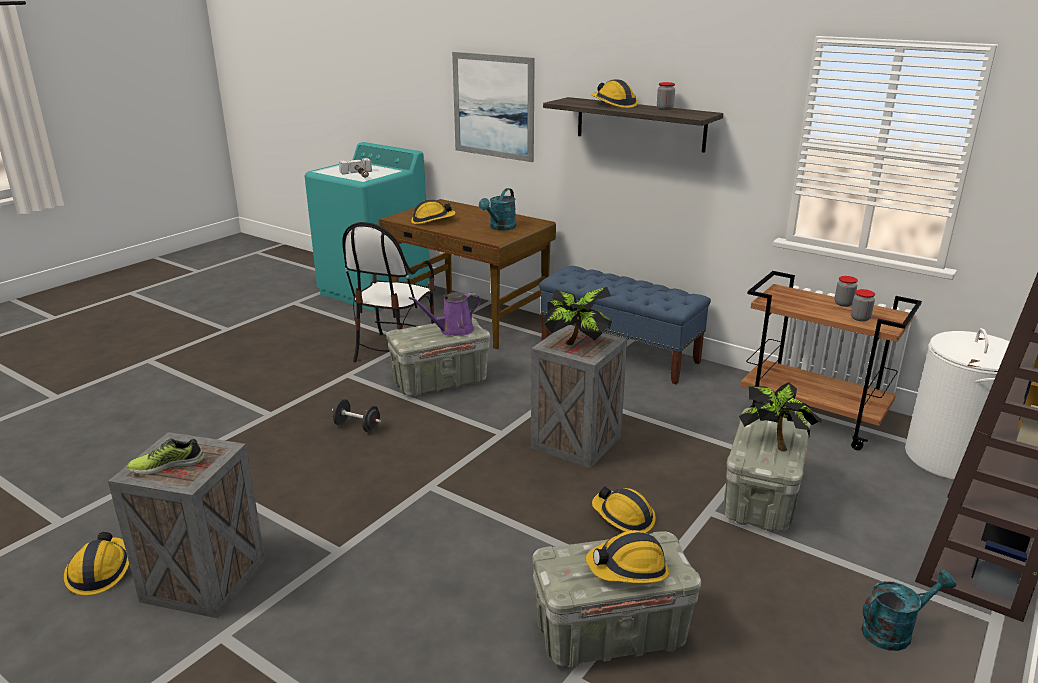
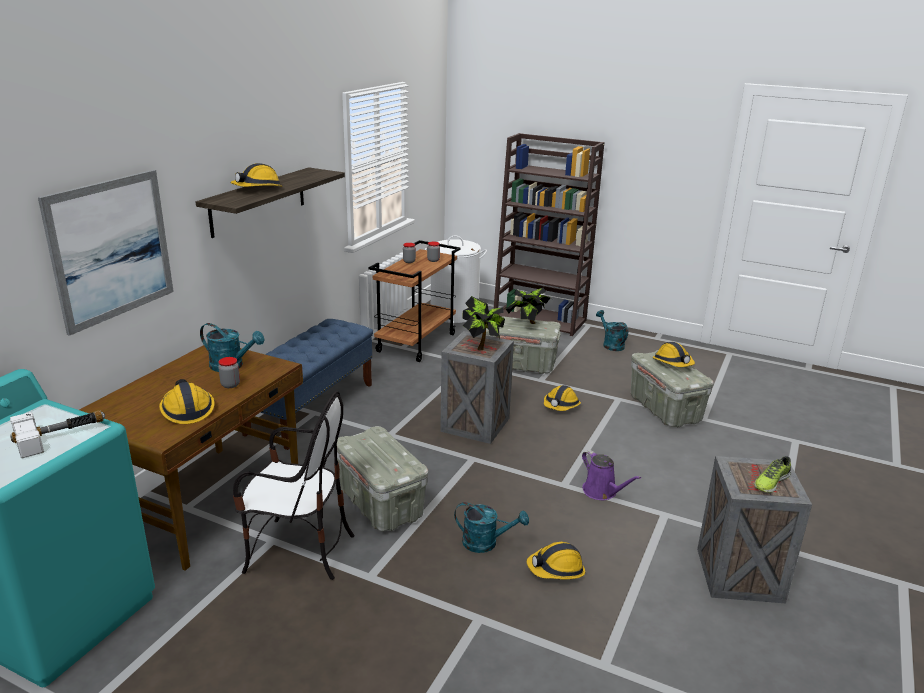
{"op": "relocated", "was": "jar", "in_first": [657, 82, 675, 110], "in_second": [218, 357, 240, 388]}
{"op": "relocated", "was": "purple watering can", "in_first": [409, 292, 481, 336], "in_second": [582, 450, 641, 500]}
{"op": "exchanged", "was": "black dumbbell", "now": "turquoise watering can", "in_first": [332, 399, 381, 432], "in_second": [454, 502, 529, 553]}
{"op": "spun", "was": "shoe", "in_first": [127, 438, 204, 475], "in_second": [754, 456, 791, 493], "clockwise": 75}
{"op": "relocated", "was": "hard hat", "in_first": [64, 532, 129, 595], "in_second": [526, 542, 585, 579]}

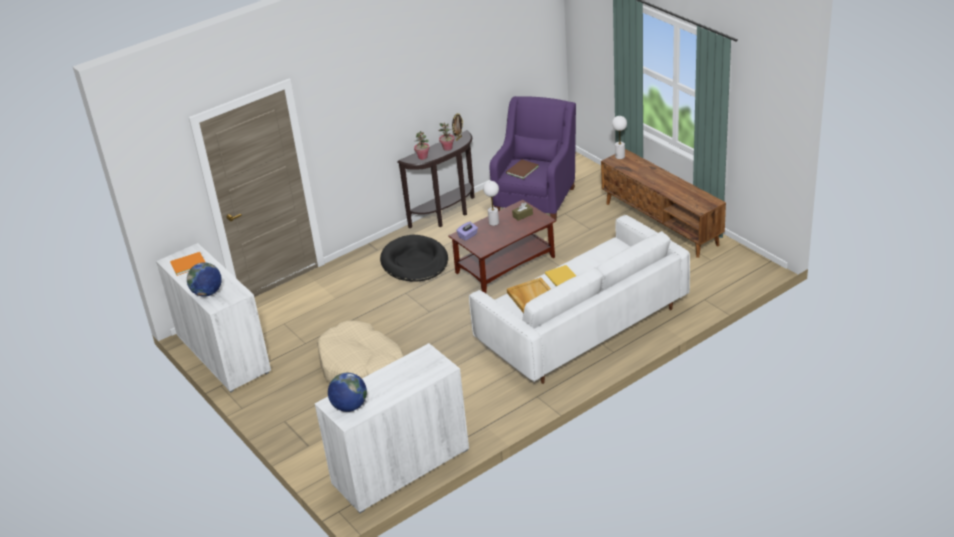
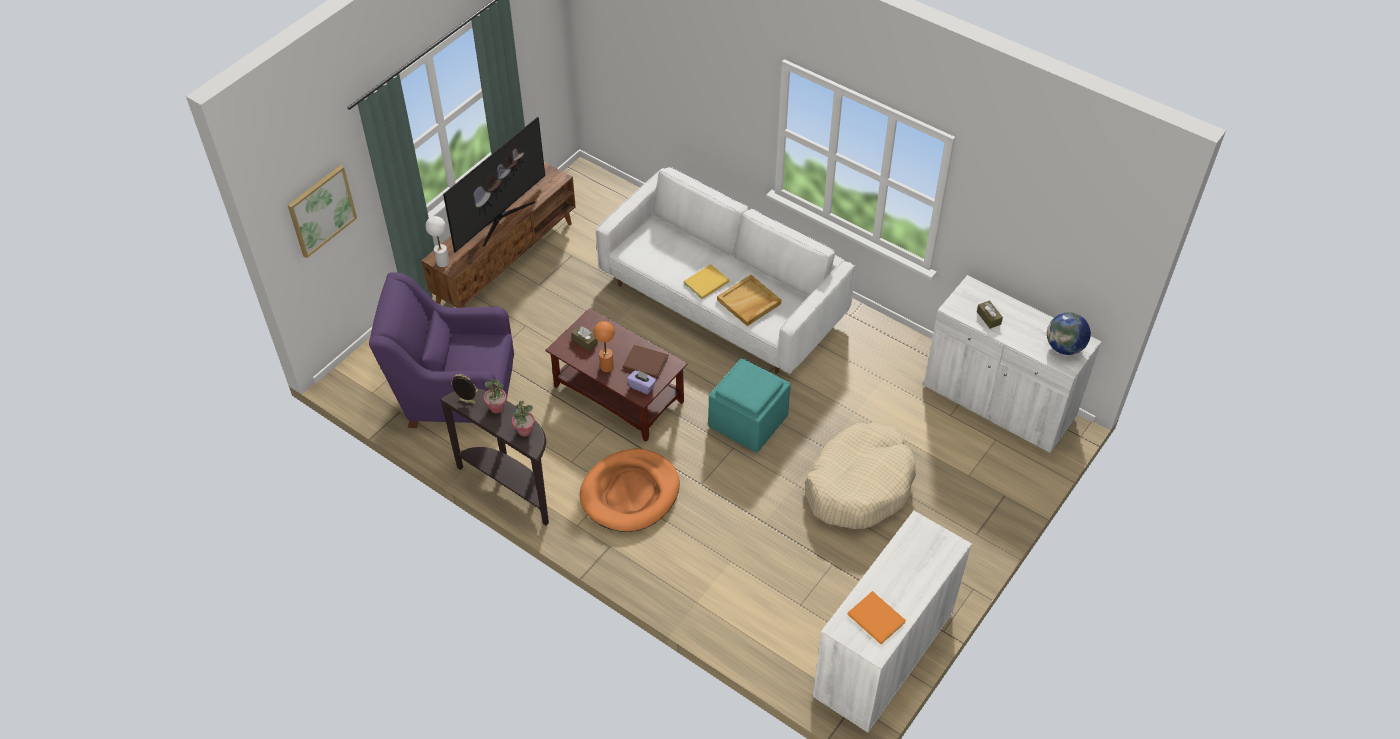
{"op": "relocated", "was": "brown book", "in_first": [506, 159, 539, 179], "in_second": [623, 345, 669, 378]}
{"op": "colour", "was": "white table lamp", "now": "orange table lamp", "in_first": [483, 181, 499, 226], "in_second": [593, 321, 615, 372]}
{"op": "colour", "was": "black dog bed", "now": "orange dog bed", "in_first": [380, 235, 448, 282], "in_second": [580, 448, 680, 532]}
{"op": "missing", "was": "globe", "in_first": [187, 262, 222, 297]}
{"op": "appeared", "now": "television", "in_second": [443, 117, 545, 252]}
{"op": "appeared", "now": "picture", "in_second": [288, 165, 357, 258]}
{"op": "appeared", "now": "brown tissue box", "in_second": [977, 301, 1003, 329]}
{"op": "appeared", "now": "turquoise ottoman", "in_second": [709, 358, 791, 452]}

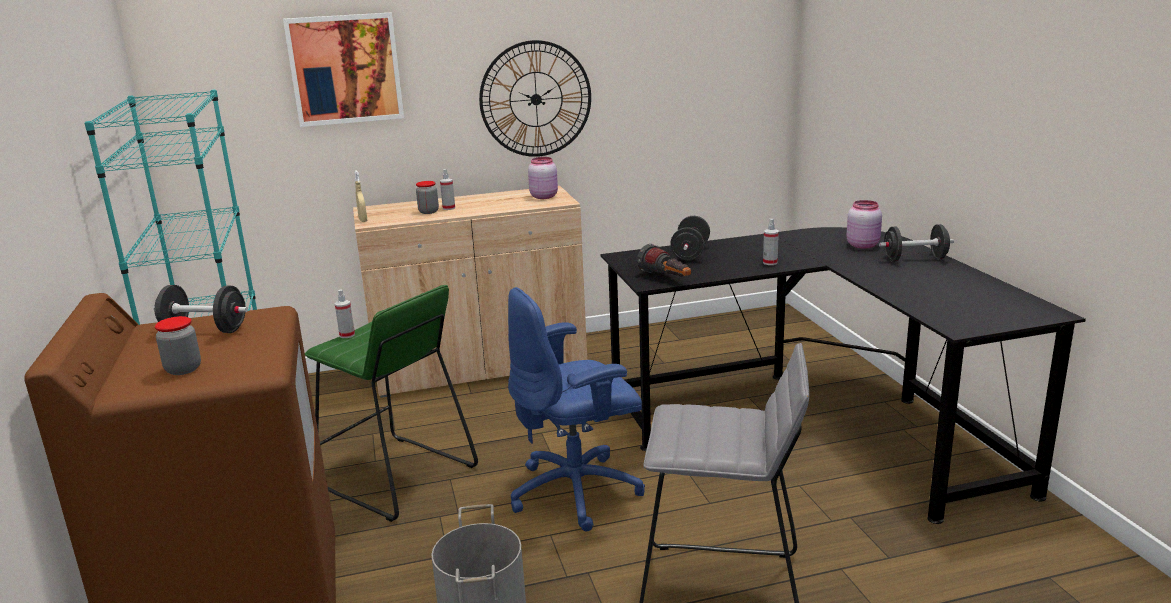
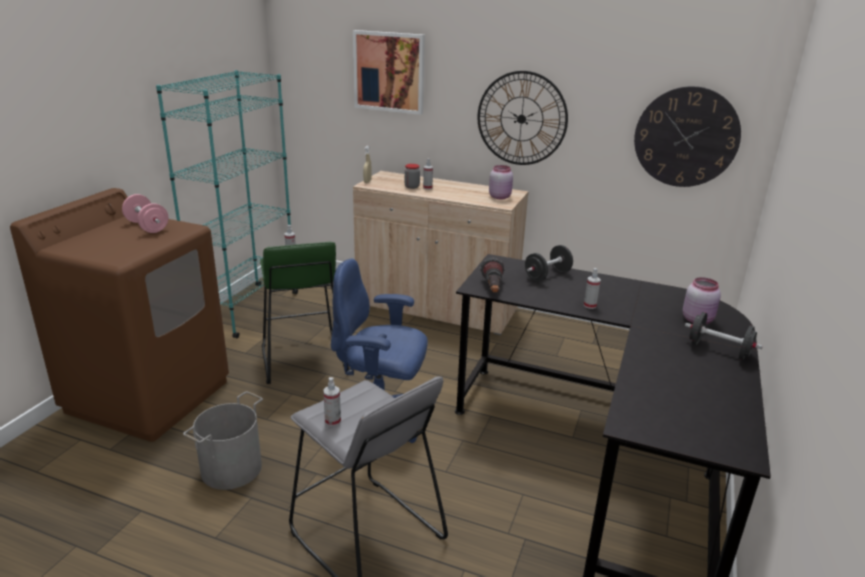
{"op": "colour", "was": "black dumbbell", "now": "pink dumbbell", "in_first": [153, 285, 248, 333], "in_second": [122, 194, 169, 233]}
{"op": "missing", "was": "jar", "in_first": [155, 316, 201, 375]}
{"op": "appeared", "now": "wall clock", "in_second": [634, 86, 741, 187]}
{"op": "appeared", "now": "spray bottle", "in_second": [323, 377, 341, 426]}

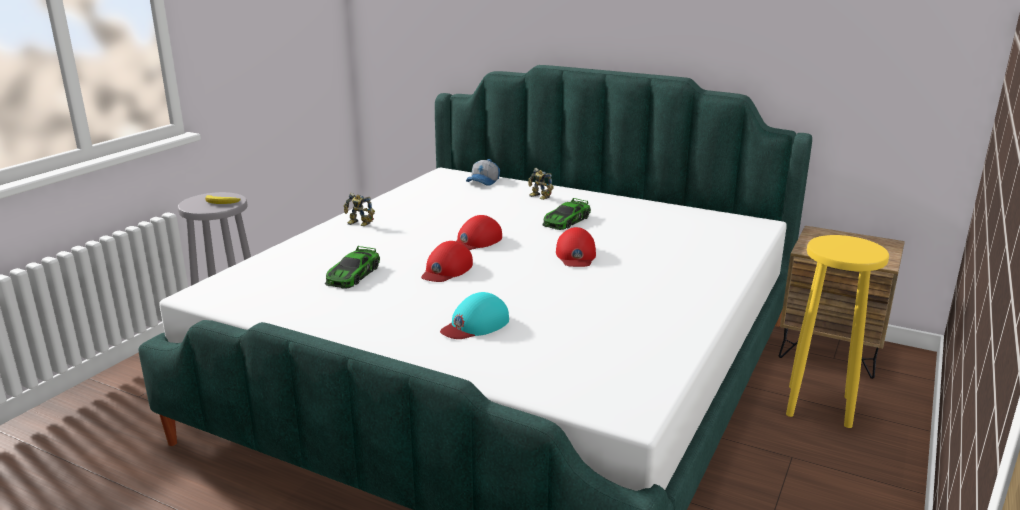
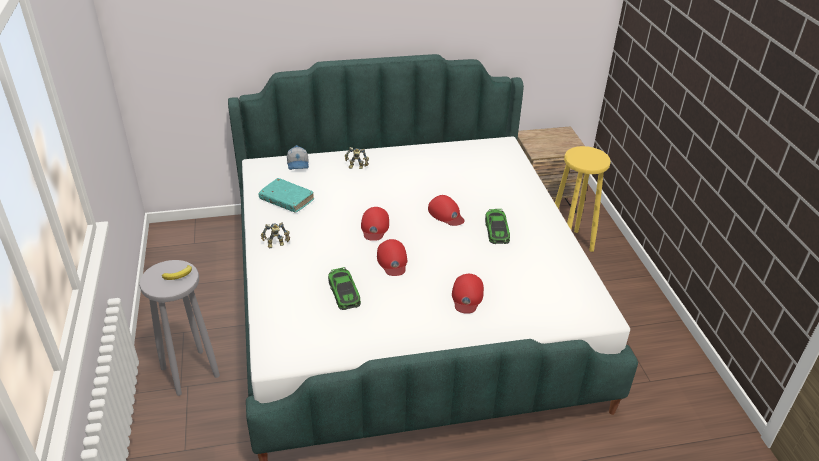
{"op": "relocated", "was": "toy car", "in_first": [542, 198, 591, 230], "in_second": [485, 209, 510, 244]}
{"op": "colour", "was": "turquoise cap", "now": "red cap", "in_first": [440, 292, 509, 339], "in_second": [452, 274, 484, 314]}
{"op": "appeared", "now": "turquoise book", "in_second": [259, 178, 314, 213]}

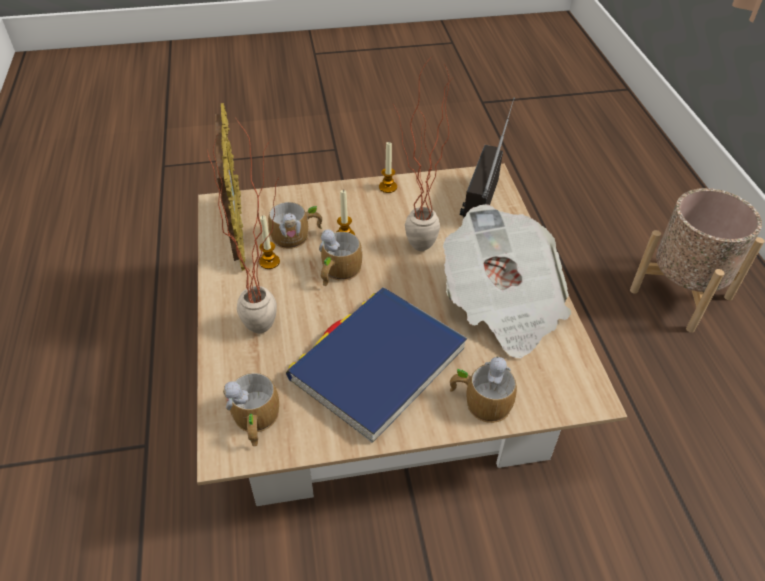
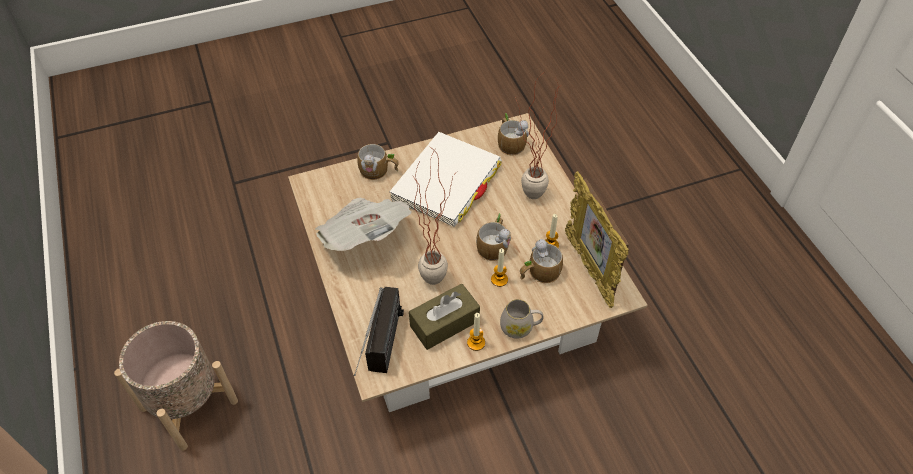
{"op": "colour", "was": "blue book", "now": "white book", "in_first": [286, 288, 467, 443], "in_second": [390, 132, 502, 227]}
{"op": "appeared", "now": "brown tissue box", "in_second": [409, 284, 480, 350]}
{"op": "appeared", "now": "white mug", "in_second": [500, 299, 543, 339]}

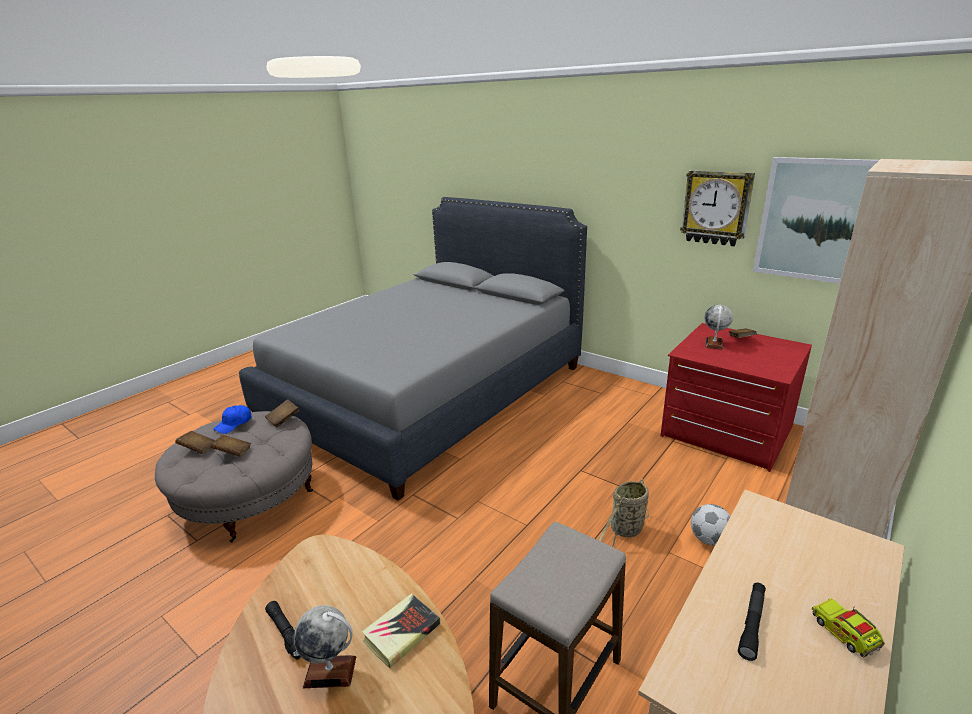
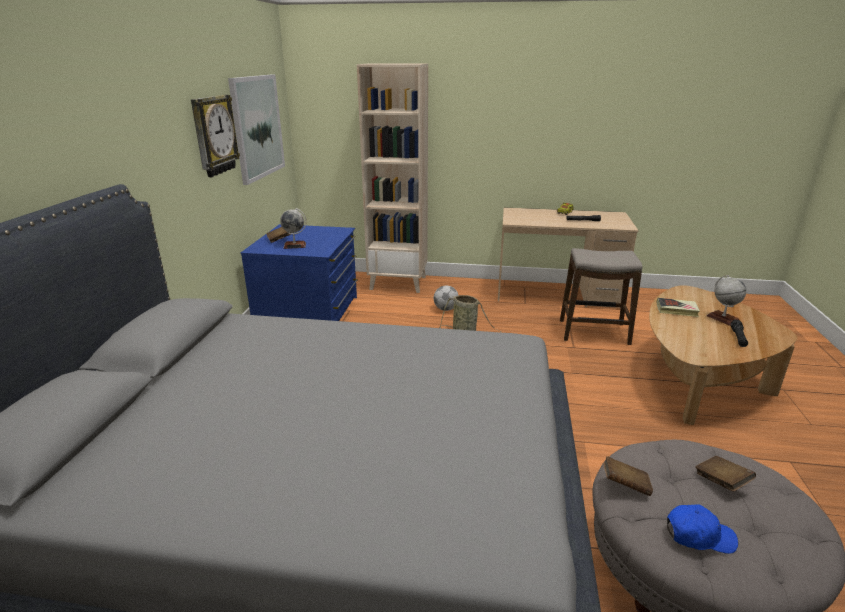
{"op": "colour", "was": "red dresser", "now": "blue dresser", "in_first": [661, 323, 812, 472], "in_second": [241, 224, 358, 321]}
{"op": "missing", "was": "brown book", "in_first": [175, 431, 215, 454]}

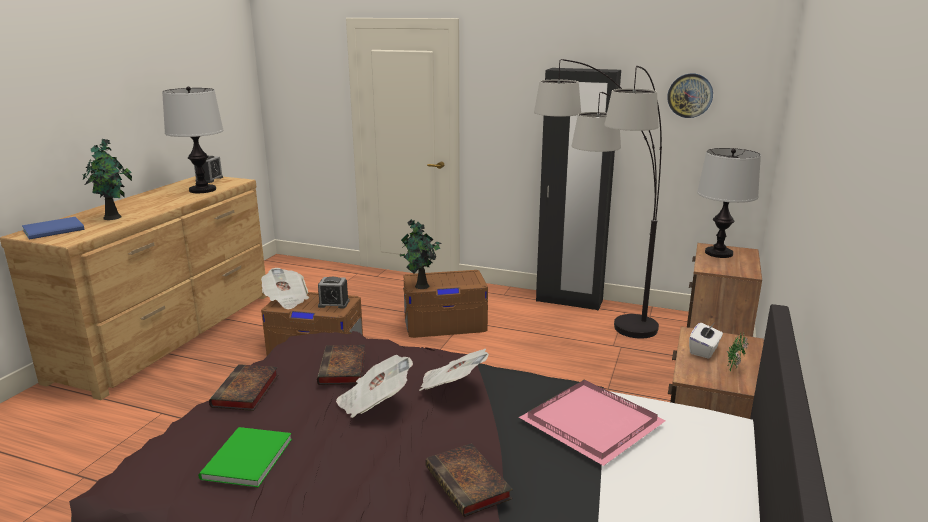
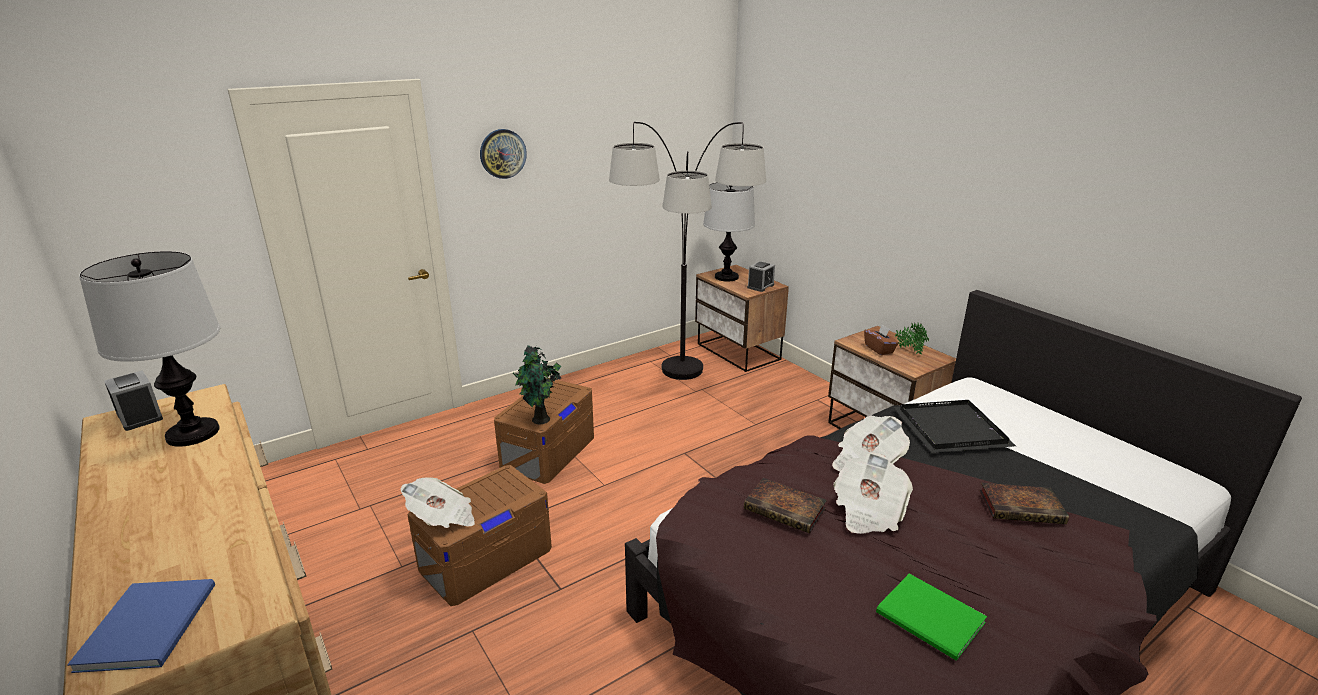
{"op": "missing", "was": "black wardrobe", "in_first": [536, 68, 621, 310]}
{"op": "relocated", "was": "wall clock", "in_first": [667, 73, 713, 118], "in_second": [480, 129, 527, 179]}
{"op": "missing", "was": "potted plant", "in_first": [83, 139, 132, 220]}
{"op": "relocated", "was": "alarm clock", "in_first": [318, 277, 349, 308], "in_second": [747, 261, 775, 292]}
{"op": "colour", "was": "white tissue box", "now": "brown tissue box", "in_first": [689, 322, 723, 359], "in_second": [864, 325, 899, 355]}
{"op": "missing", "was": "book", "in_first": [209, 364, 279, 411]}
{"op": "colour", "was": "pink tray", "now": "black tray", "in_first": [519, 380, 665, 466], "in_second": [893, 400, 1016, 453]}

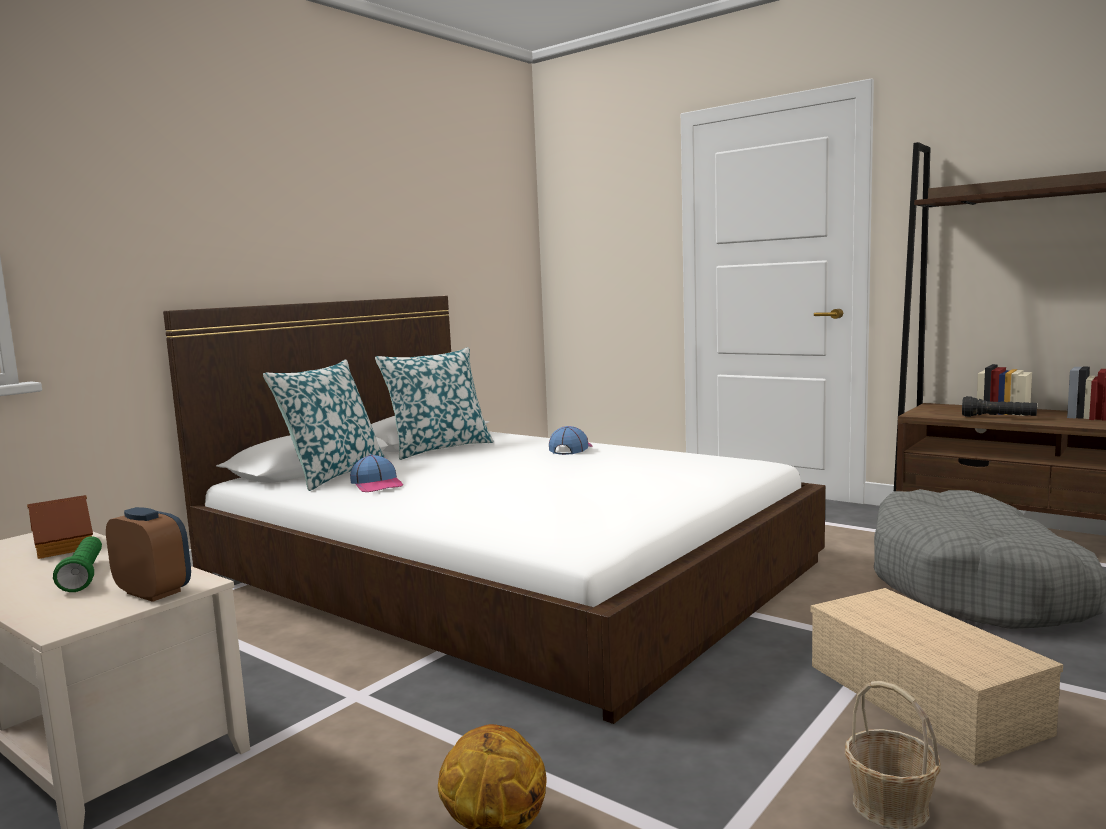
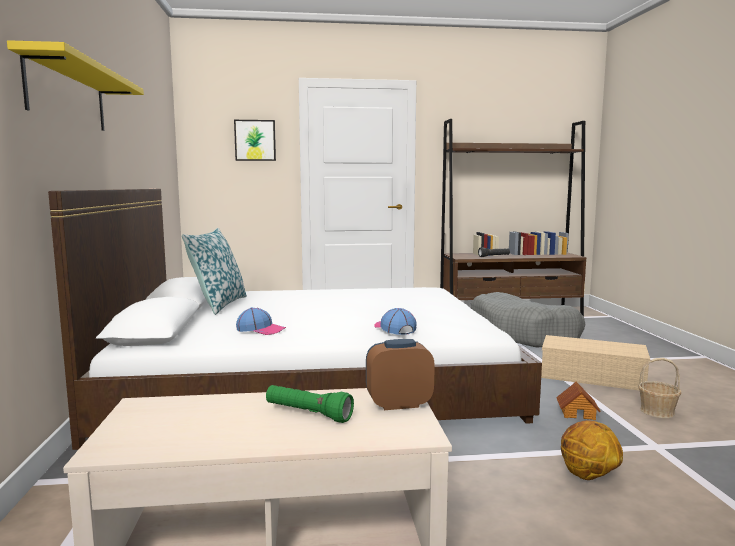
{"op": "missing", "was": "pillow", "in_first": [263, 360, 385, 491]}
{"op": "relocated", "was": "cap", "in_first": [549, 426, 593, 455], "in_second": [374, 308, 417, 335]}
{"op": "relocated", "was": "toy house", "in_first": [27, 495, 93, 559], "in_second": [556, 382, 600, 420]}
{"op": "appeared", "now": "yellow shelf", "in_second": [7, 40, 144, 131]}
{"op": "appeared", "now": "picture", "in_second": [234, 120, 276, 161]}

